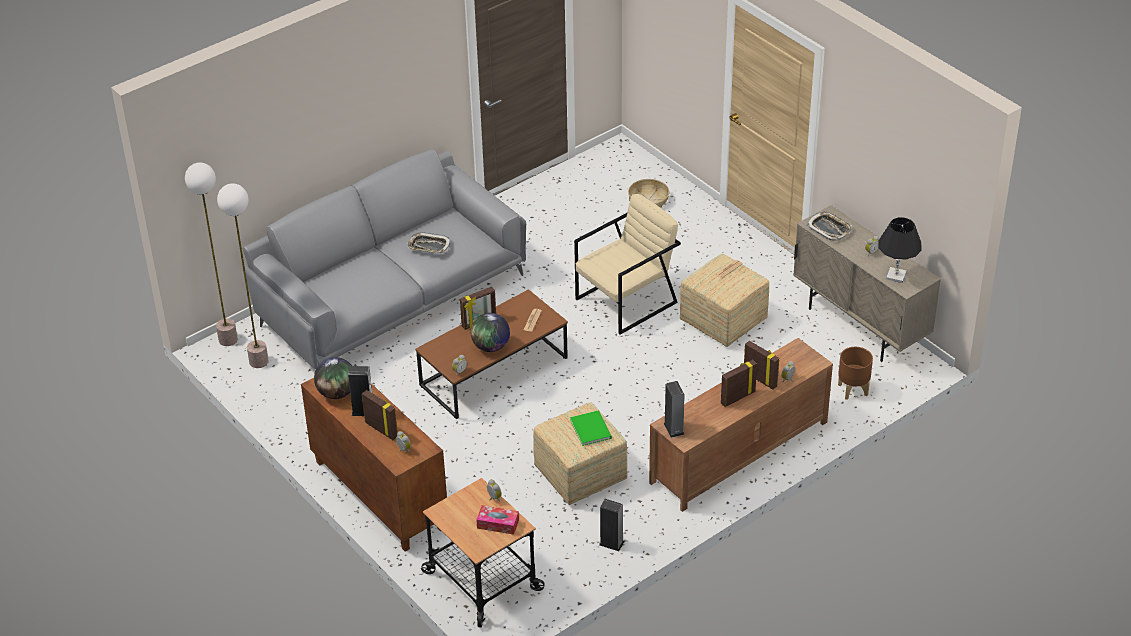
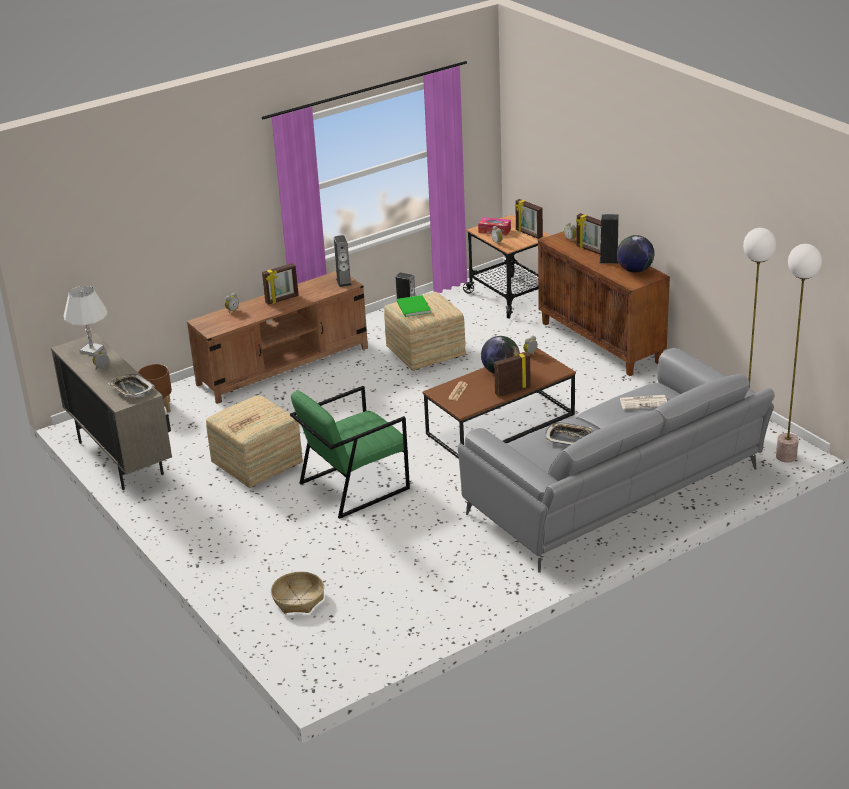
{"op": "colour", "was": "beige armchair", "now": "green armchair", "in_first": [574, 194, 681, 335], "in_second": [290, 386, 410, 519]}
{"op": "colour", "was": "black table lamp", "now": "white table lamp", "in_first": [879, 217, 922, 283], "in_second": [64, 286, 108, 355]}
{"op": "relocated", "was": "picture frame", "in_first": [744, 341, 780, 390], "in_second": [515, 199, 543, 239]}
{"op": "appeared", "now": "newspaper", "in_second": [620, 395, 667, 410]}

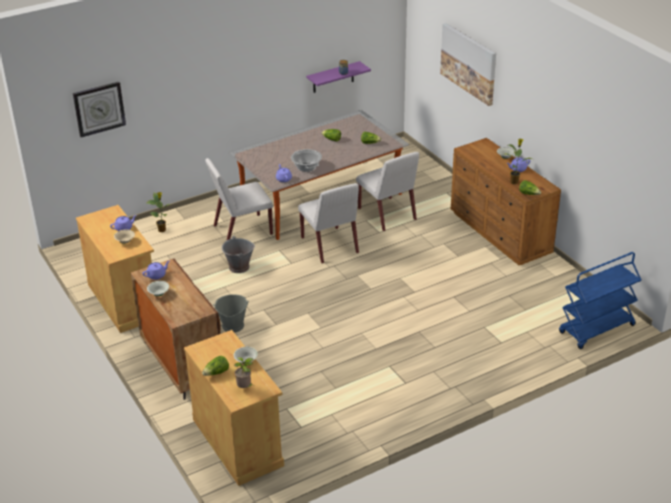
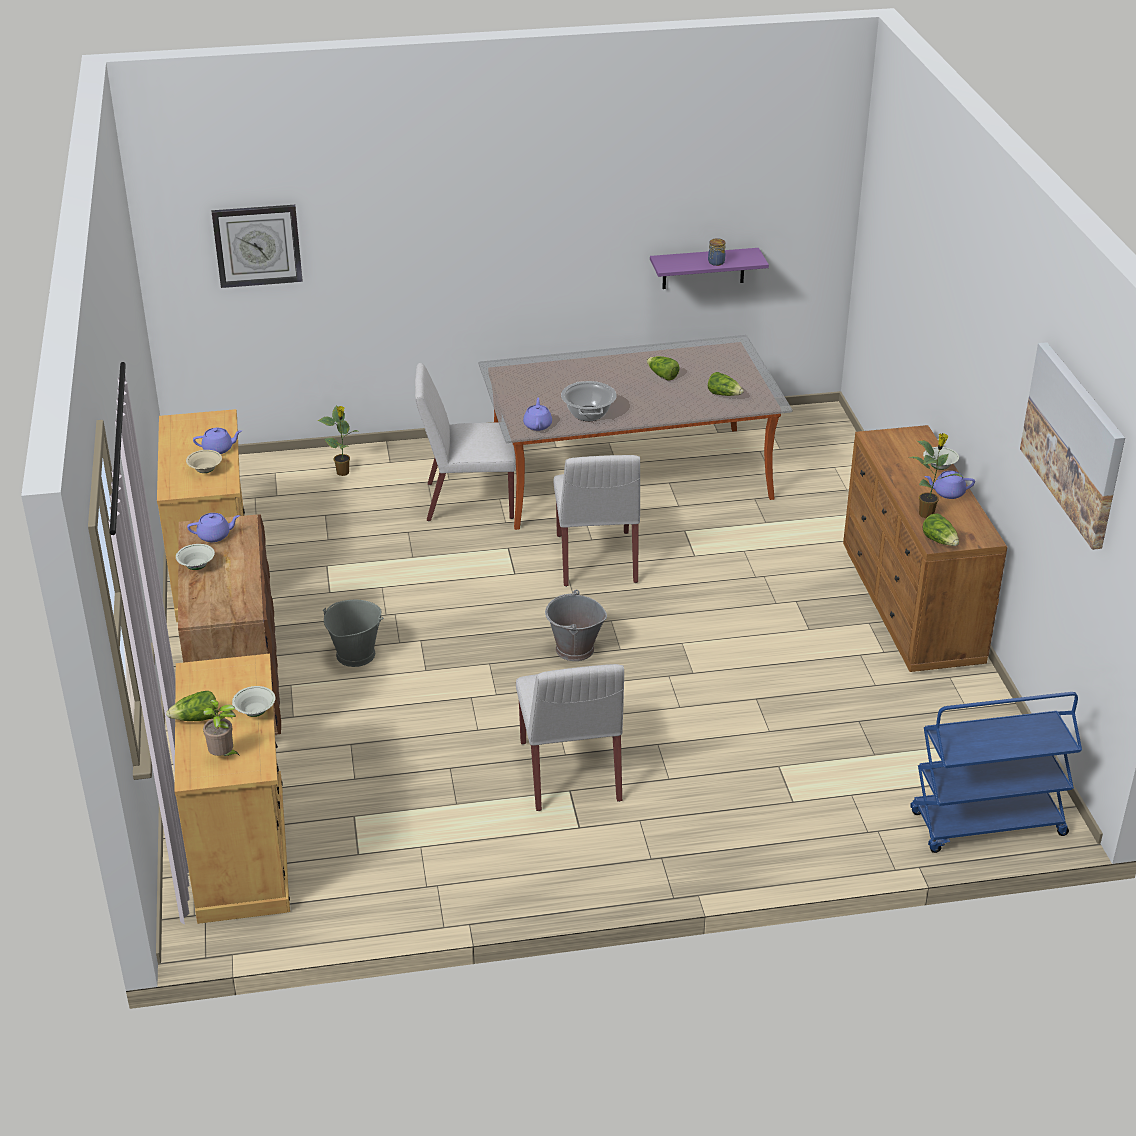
{"op": "relocated", "was": "picture", "in_first": [440, 23, 496, 106], "in_second": [1020, 342, 1125, 550]}
{"op": "relocated", "was": "white chair", "in_first": [356, 152, 419, 231], "in_second": [516, 664, 624, 811]}
{"op": "relocated", "was": "grey bucket", "in_first": [222, 236, 255, 273], "in_second": [545, 590, 607, 661]}

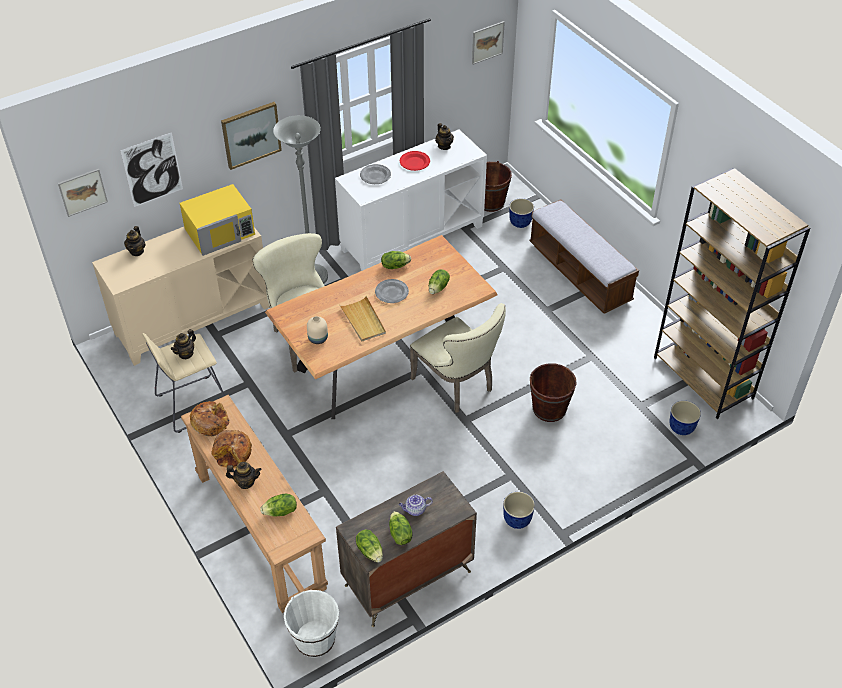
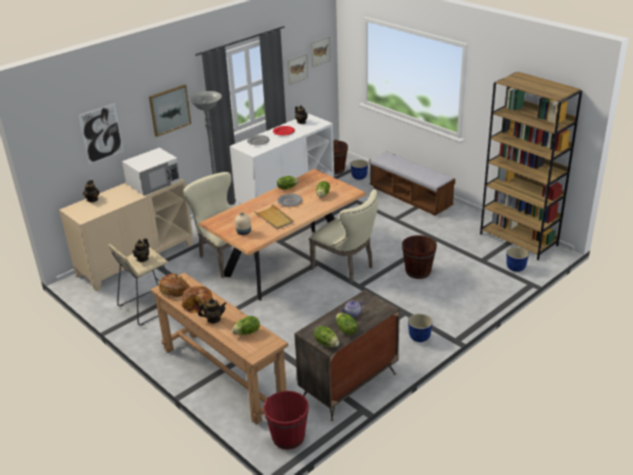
{"op": "relocated", "was": "picture", "in_first": [58, 169, 108, 217], "in_second": [287, 54, 308, 85]}
{"op": "colour", "was": "yellow microwave", "now": "white microwave", "in_first": [180, 184, 255, 256], "in_second": [122, 148, 180, 196]}
{"op": "colour", "was": "white bucket", "now": "red bucket", "in_first": [284, 590, 339, 658], "in_second": [263, 391, 309, 450]}

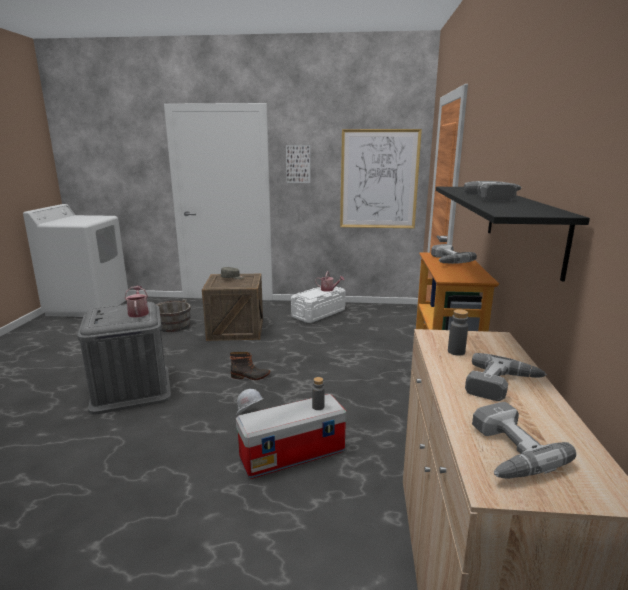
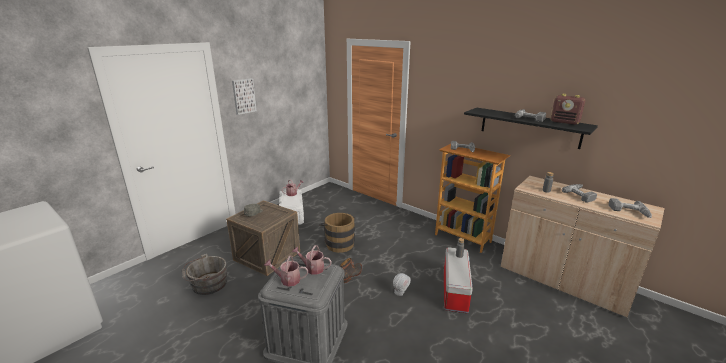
{"op": "missing", "was": "picture", "in_first": [340, 129, 422, 228]}
{"op": "appeared", "now": "radio", "in_second": [551, 94, 585, 125]}
{"op": "appeared", "now": "brown bucket", "in_second": [319, 213, 355, 253]}
{"op": "appeared", "now": "watering can", "in_second": [264, 256, 308, 287]}

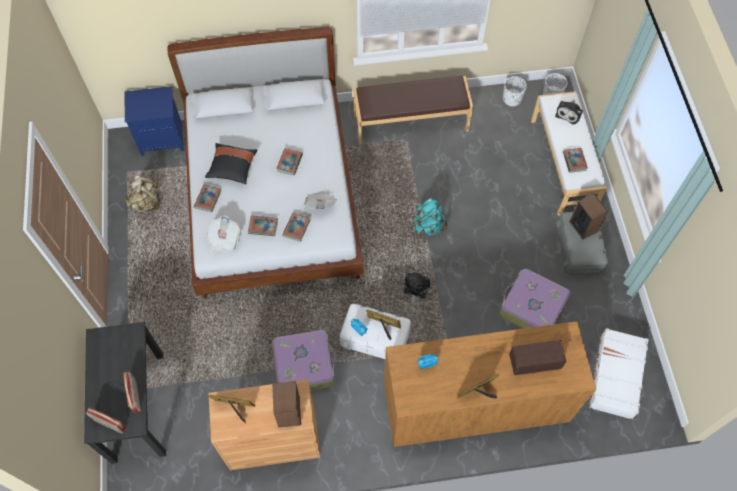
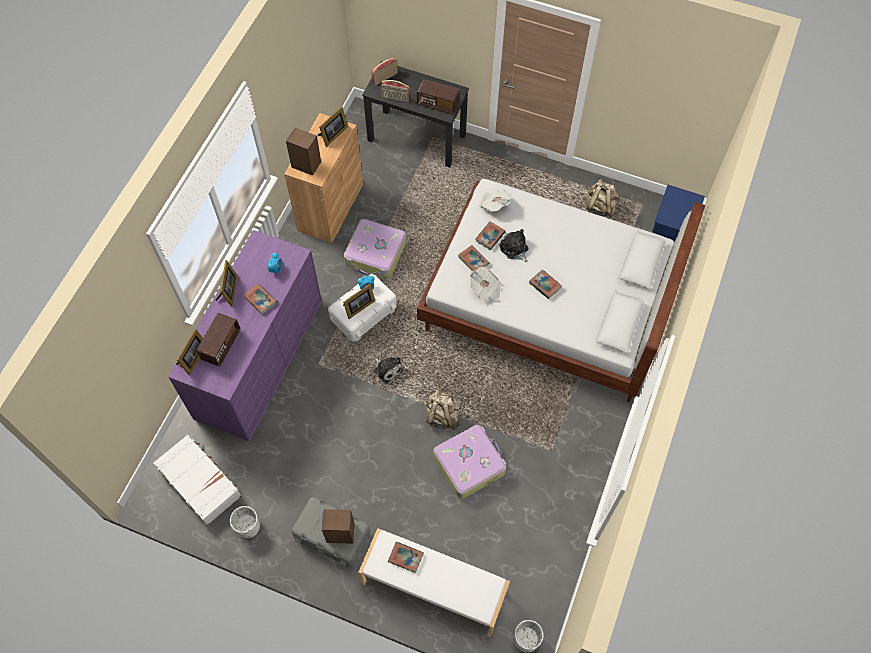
{"op": "missing", "was": "brown bench", "in_first": [353, 76, 473, 145]}
{"op": "relocated", "was": "white planter", "in_first": [503, 76, 527, 107], "in_second": [230, 506, 260, 538]}
{"op": "relocated", "was": "plush toy", "in_first": [555, 100, 583, 124], "in_second": [500, 229, 528, 262]}
{"op": "missing", "was": "black pillow", "in_first": [205, 143, 257, 184]}
{"op": "relocated", "was": "book", "in_first": [194, 184, 221, 212], "in_second": [243, 284, 277, 315]}
{"op": "colour", "was": "turquoise backpack", "now": "beige backpack", "in_first": [413, 198, 448, 236], "in_second": [425, 388, 461, 429]}
{"op": "relocated", "was": "suitcase", "in_first": [500, 269, 570, 328], "in_second": [433, 425, 506, 499]}
{"op": "colour", "was": "brown dresser", "now": "purple dresser", "in_first": [384, 321, 596, 447], "in_second": [168, 230, 322, 441]}
{"op": "appeared", "now": "radio", "in_second": [417, 79, 460, 114]}
{"op": "appeared", "now": "picture frame", "in_second": [176, 329, 203, 375]}

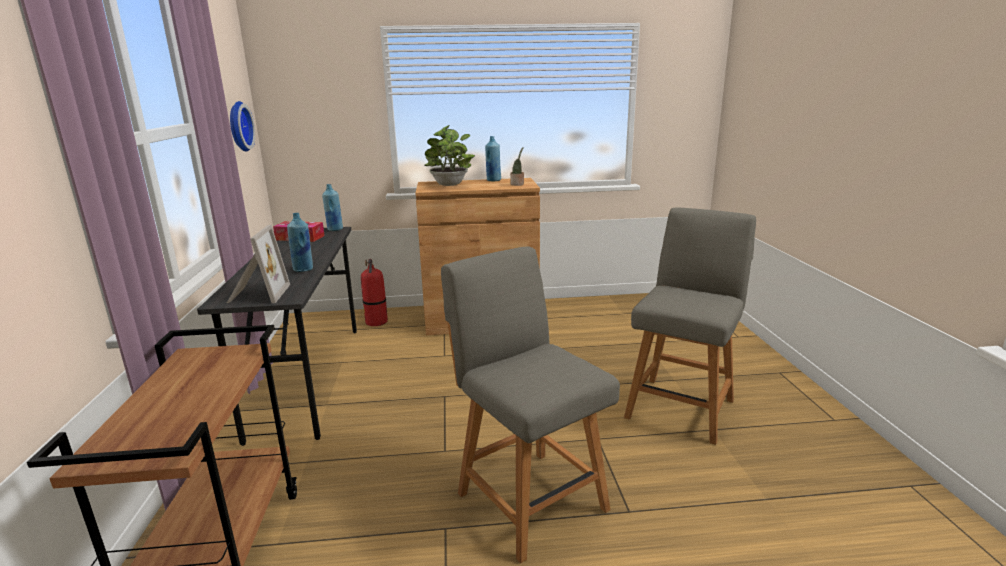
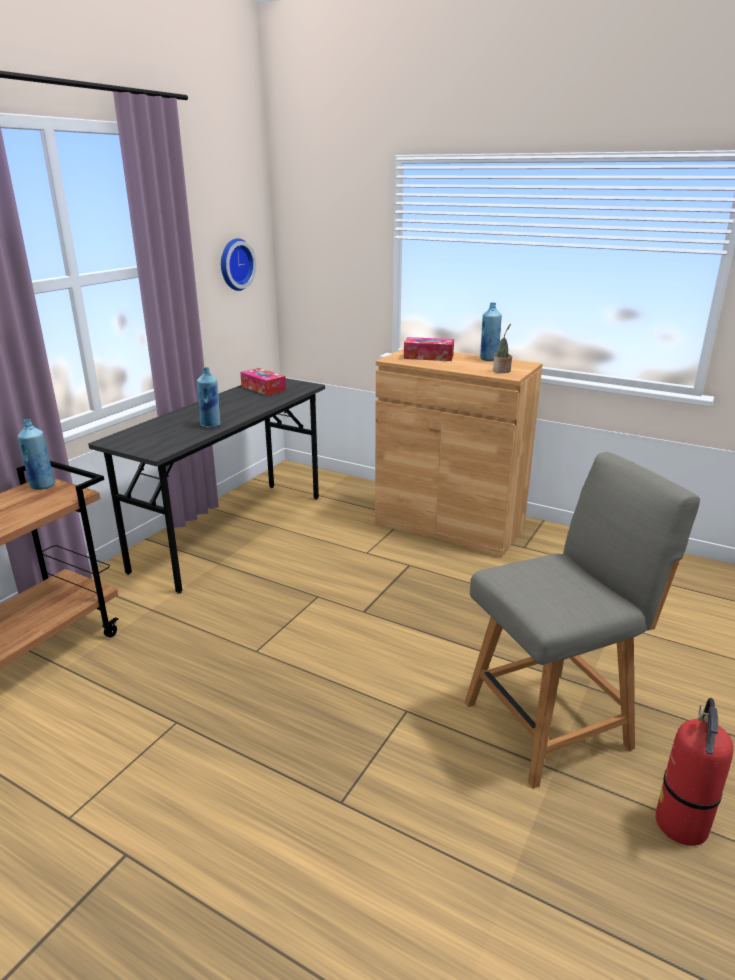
{"op": "exchanged", "was": "potted plant", "now": "tissue box", "in_first": [425, 125, 475, 186], "in_second": [404, 337, 454, 361]}
{"op": "relocated", "was": "blue bottle", "in_first": [322, 184, 343, 231], "in_second": [18, 419, 56, 490]}
{"op": "missing", "was": "picture frame", "in_first": [227, 225, 290, 303]}
{"op": "missing", "was": "grey chair", "in_first": [441, 246, 620, 563]}
{"op": "relocated", "was": "fire extinguisher", "in_first": [361, 259, 388, 326], "in_second": [656, 698, 734, 846]}

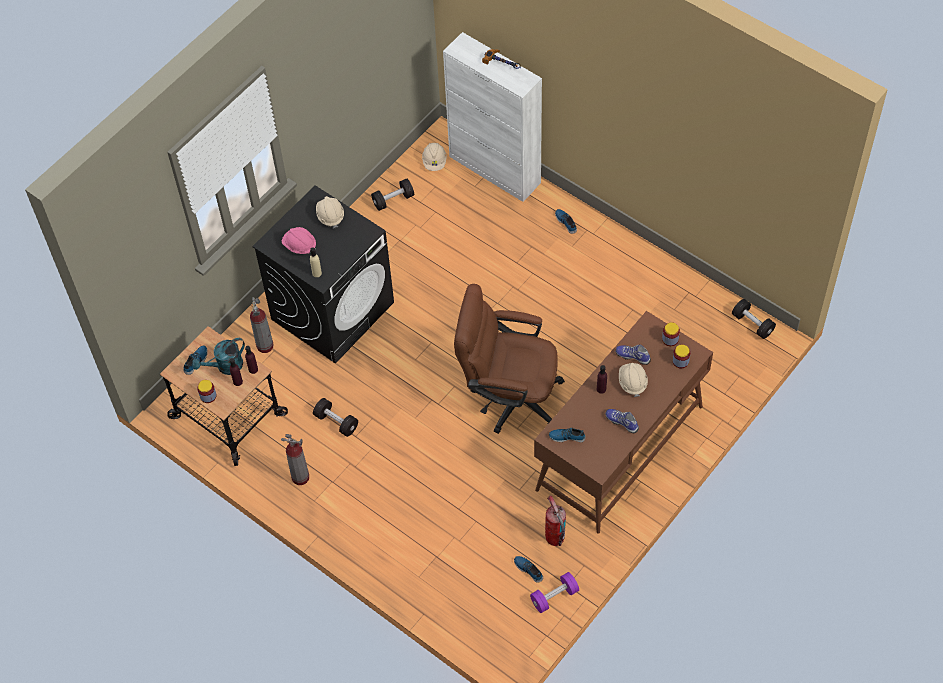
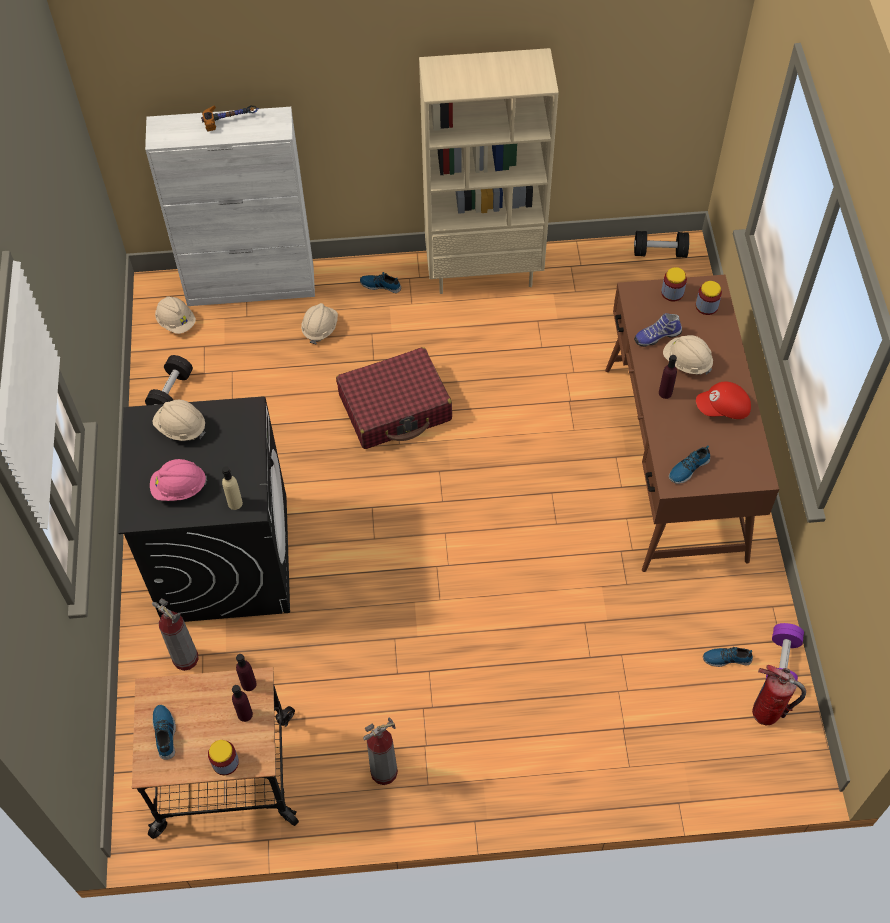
{"op": "missing", "was": "brown office chair", "in_first": [454, 284, 565, 434]}
{"op": "missing", "was": "turquoise watering can", "in_first": [192, 338, 245, 375]}
{"op": "missing", "was": "black dumbbell", "in_first": [313, 398, 358, 437]}
{"op": "exchanged", "was": "shoe", "now": "red cap", "in_first": [605, 409, 639, 434], "in_second": [696, 382, 751, 419]}
{"op": "relocated", "was": "fire extinguisher", "in_first": [545, 495, 566, 546], "in_second": [752, 665, 806, 725]}
{"op": "appeared", "now": "beige bookcase", "in_second": [419, 48, 559, 294]}
{"op": "appeared", "now": "beige hard hat", "in_second": [301, 303, 338, 345]}
{"op": "appeared", "now": "red suitcase", "in_second": [336, 347, 452, 449]}

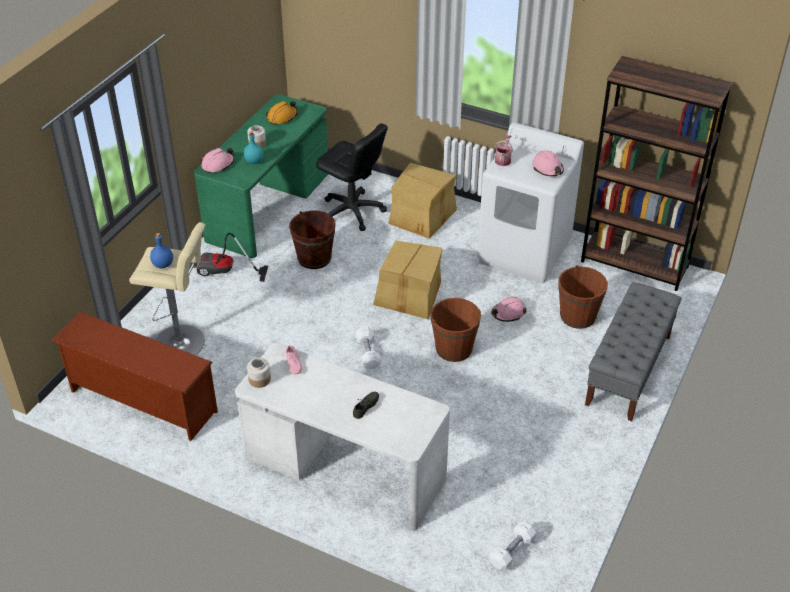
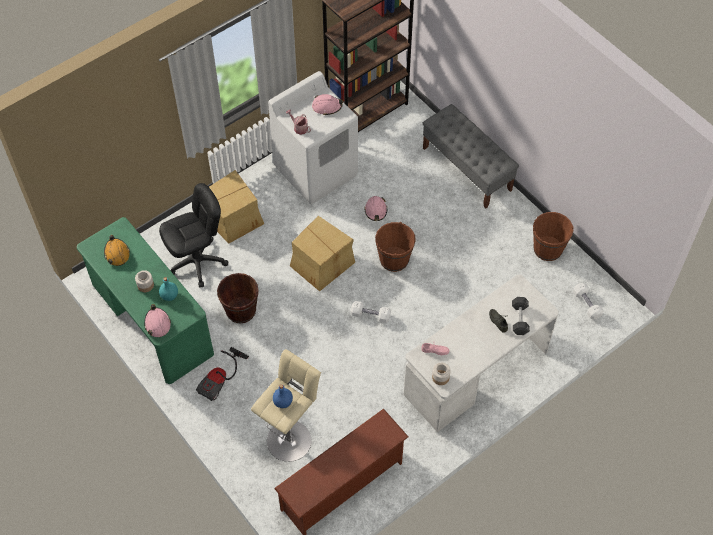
{"op": "relocated", "was": "brown bucket", "in_first": [558, 265, 608, 329], "in_second": [533, 212, 573, 261]}
{"op": "appeared", "now": "black dumbbell", "in_second": [512, 297, 530, 335]}

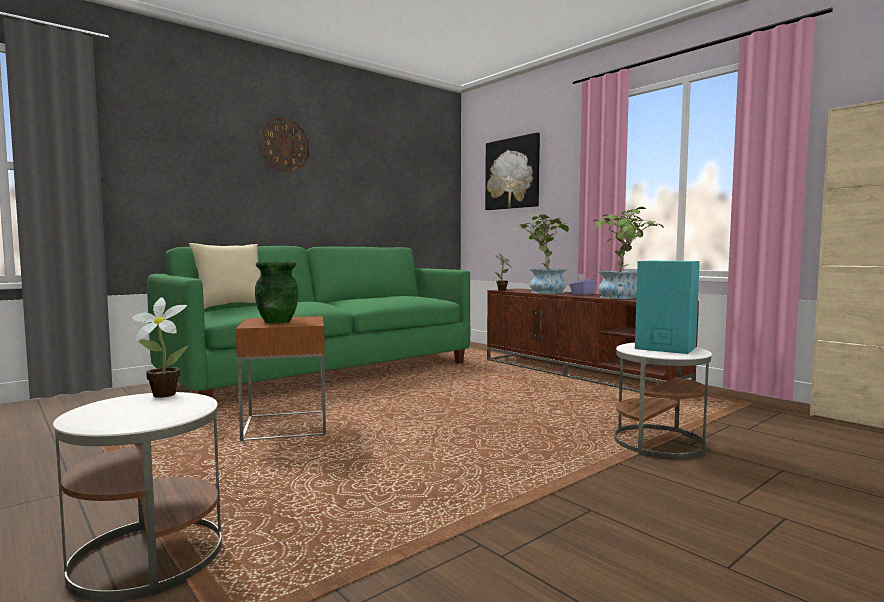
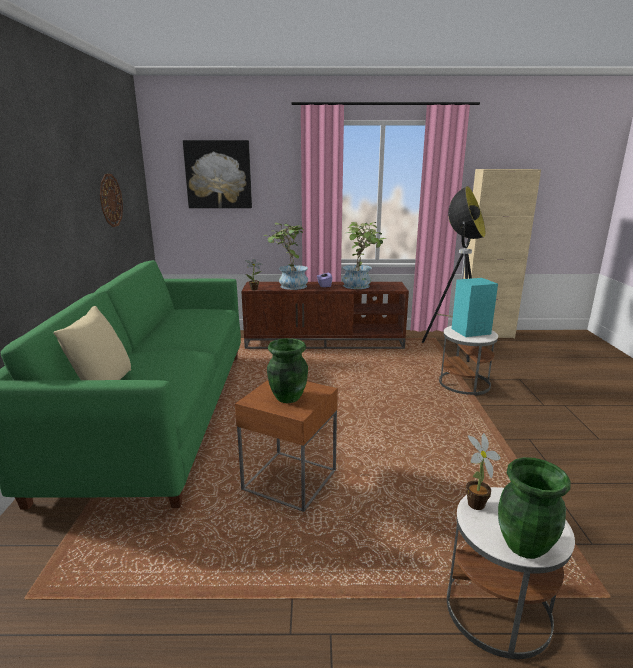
{"op": "relocated", "was": "wall clock", "in_first": [259, 117, 310, 172], "in_second": [100, 174, 123, 227]}
{"op": "appeared", "now": "floor lamp", "in_second": [422, 186, 486, 362]}
{"op": "appeared", "now": "green vase", "in_second": [498, 457, 570, 559]}

